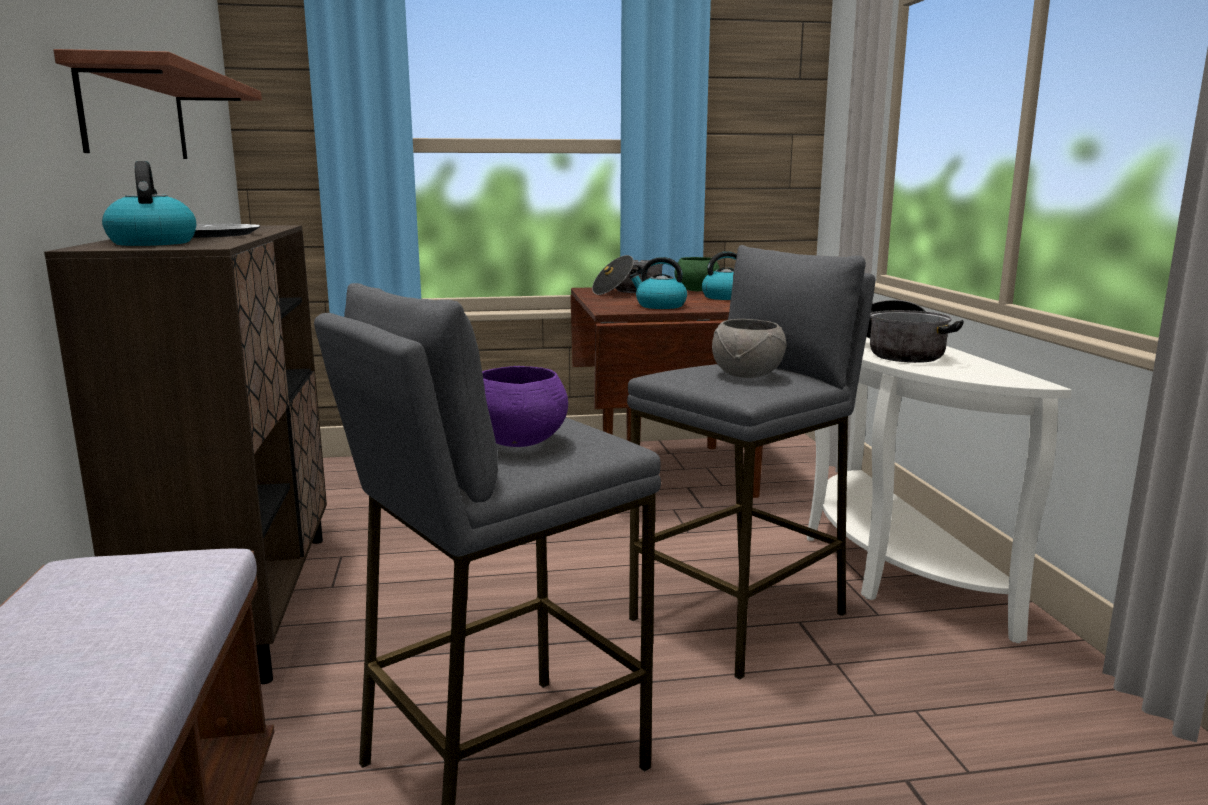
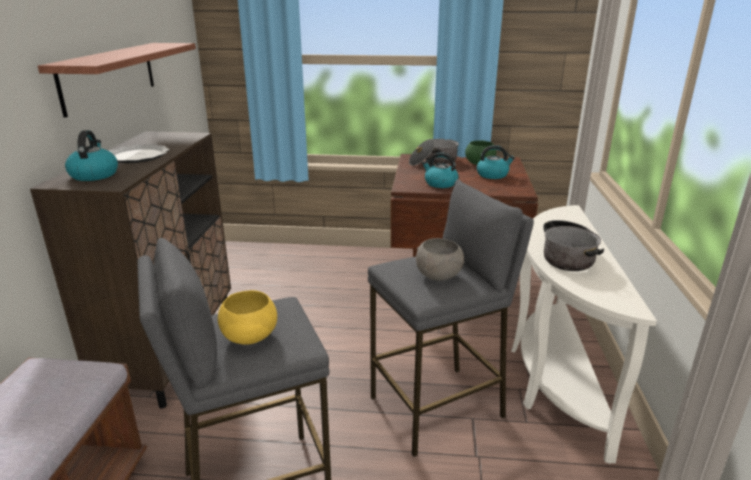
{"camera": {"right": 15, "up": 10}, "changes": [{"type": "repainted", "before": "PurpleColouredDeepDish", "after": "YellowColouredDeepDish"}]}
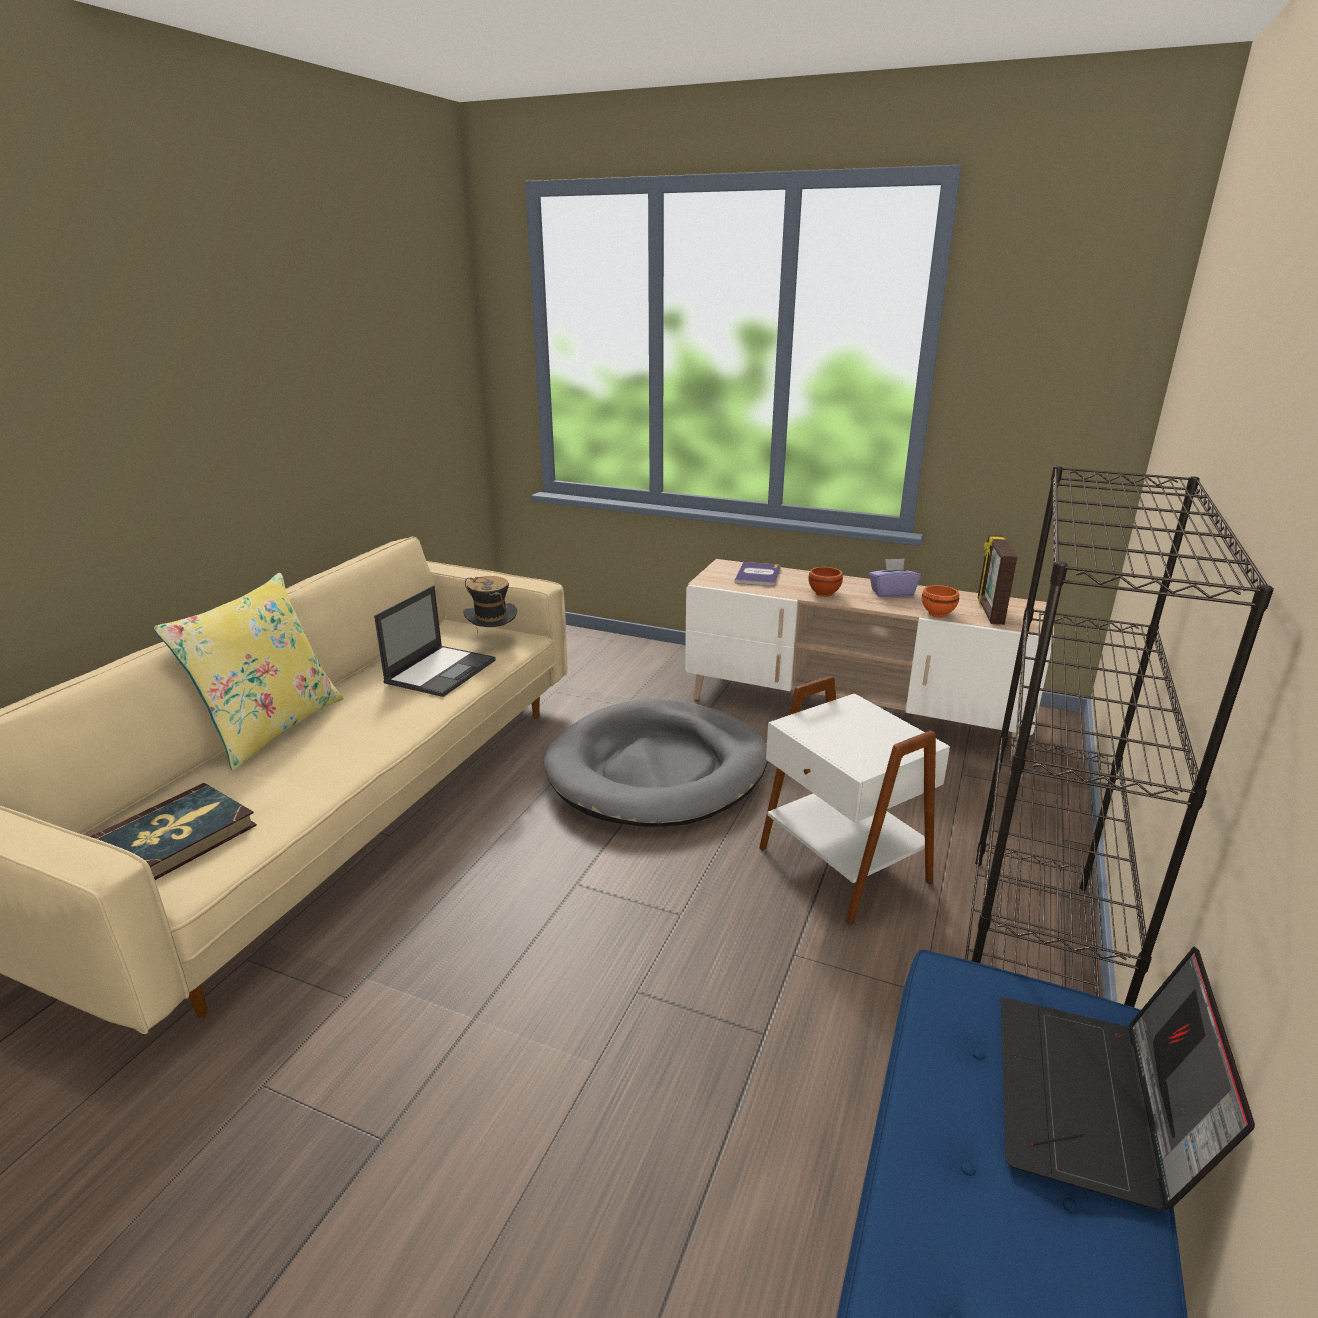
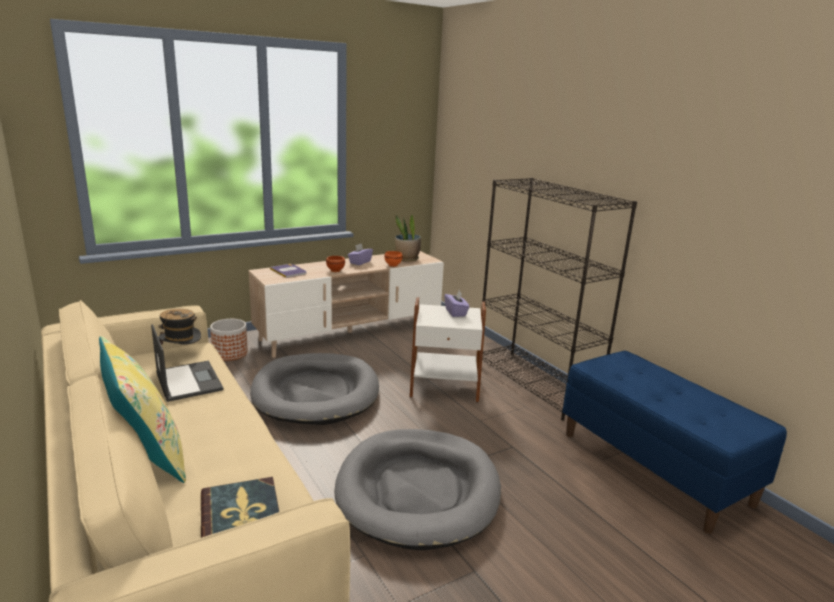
{"camera": {"right": -55, "up": -5}, "changes": [{"type": "gone", "before": "Laptop (no. 2 from left)"}, {"type": "new", "after": "PlantPot"}, {"type": "new", "after": "GreyDogCushion (no. 2 from left)"}, {"type": "new", "after": "PurpleColouredBoxOfTissues (no. 2 from left)"}, {"type": "swapped", "before": "PictureFrame", "after": "PlantInAPot"}]}
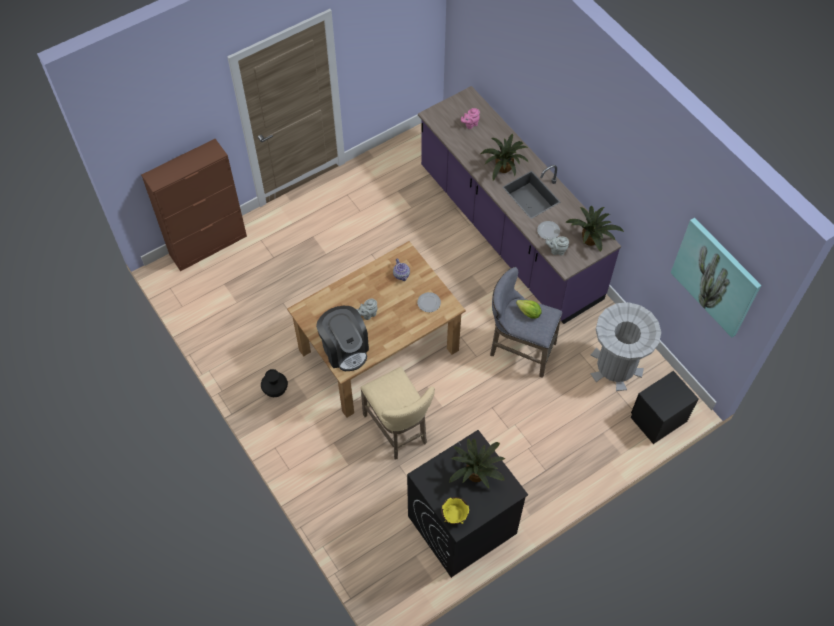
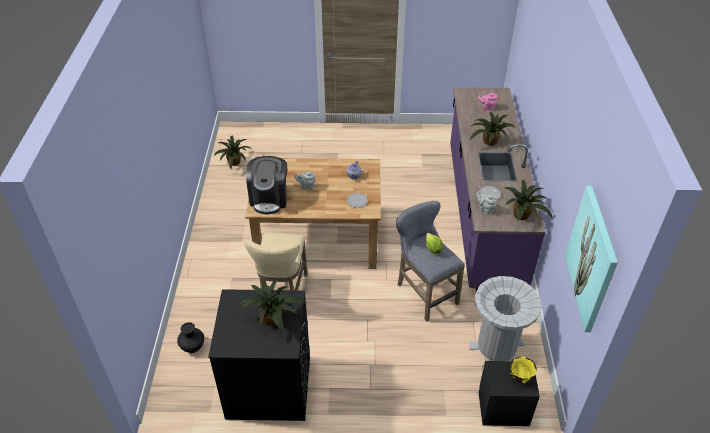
{"camera": {"right": 35, "up": -15}, "changes": [{"type": "gone", "before": "BrownColouredCupboard"}, {"type": "new", "after": "PlantInAPot (no. 1 from left)"}, {"type": "shifted", "before": "BlackishDecorativeVase"}, {"type": "shifted", "before": "YellowColouredDeepDish"}]}
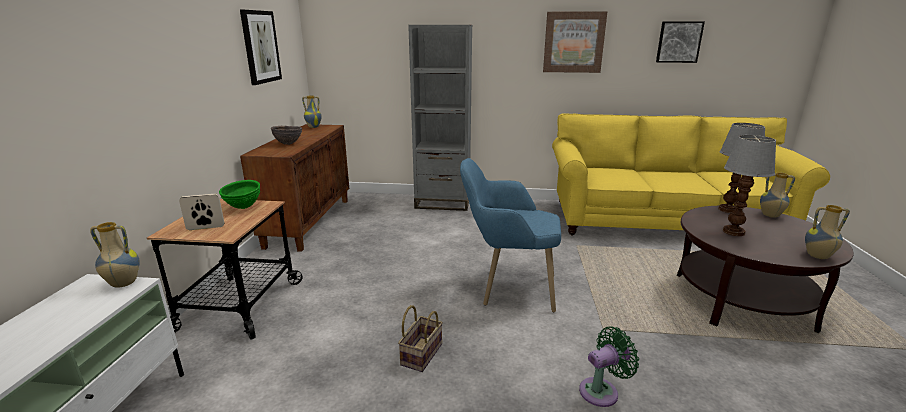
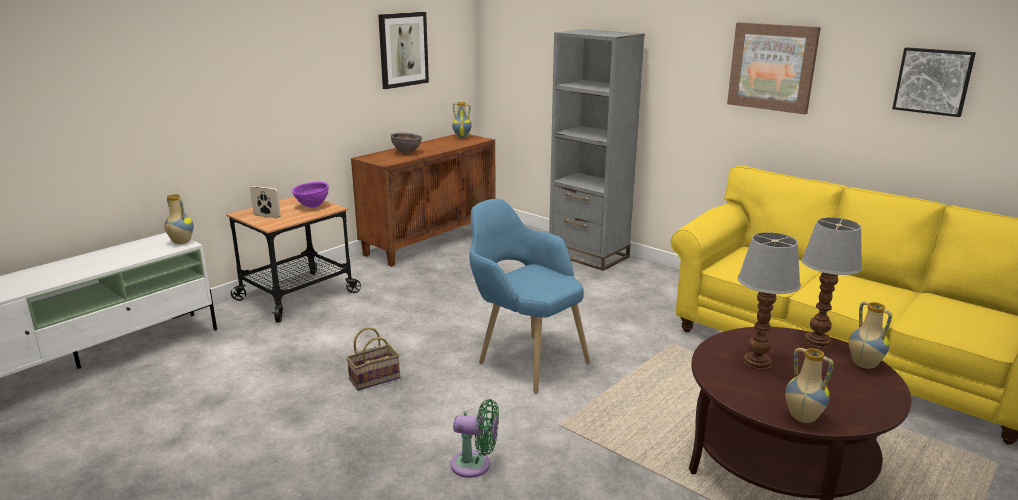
{"camera": {"right": 35, "up": 0}, "changes": [{"type": "repainted", "before": "GreenDeepDish", "after": "PurpleColouredDeepDish"}]}
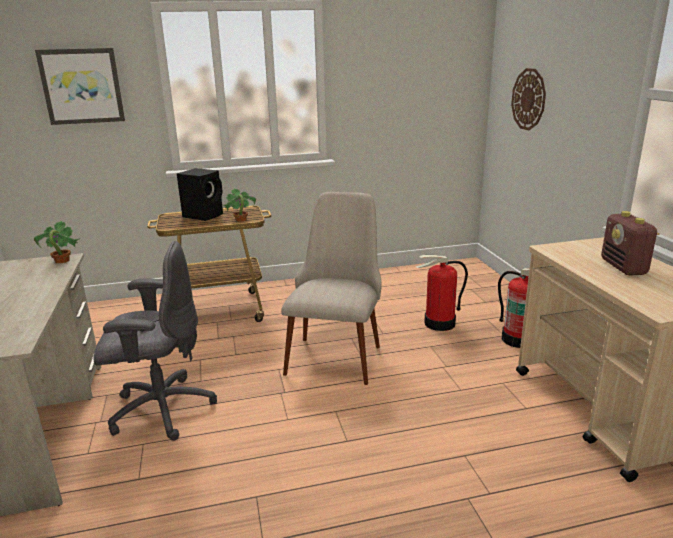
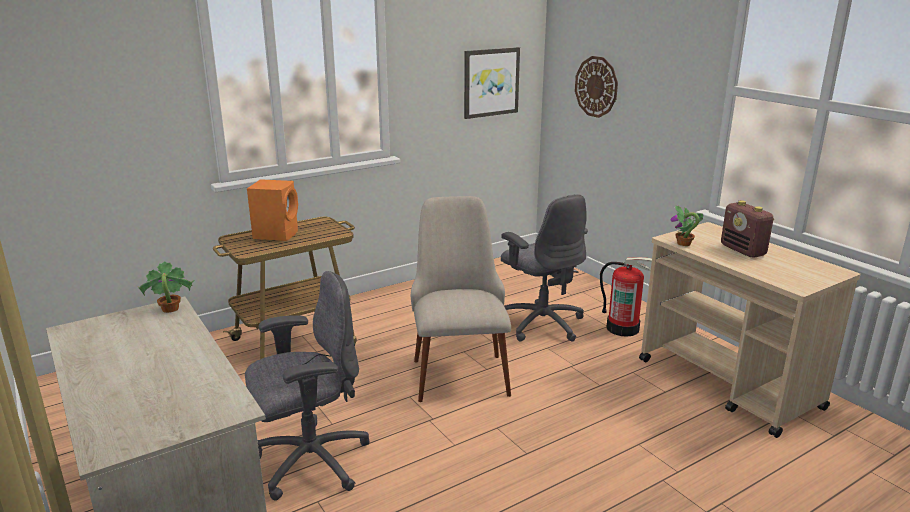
{"camera": {"right": -20, "up": 0}, "changes": [{"type": "shifted", "before": "WallArt"}, {"type": "shifted", "before": "PlantInAPot (no. 2 from left)"}, {"type": "swapped", "before": "FireFightingCylinder (no. 1 from left)", "after": "GreyOfficeChair (no. 2 from left)"}, {"type": "repainted", "before": "BlackishAudioSpeaker", "after": "OrangeColouredAudioSpeaker"}]}
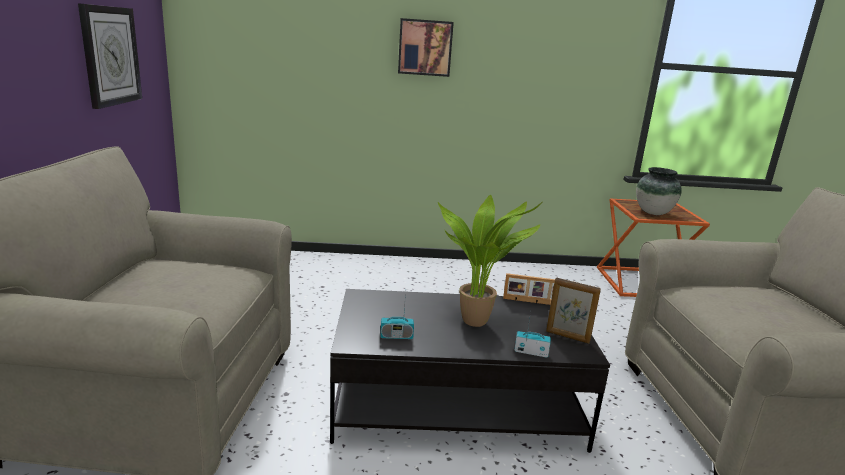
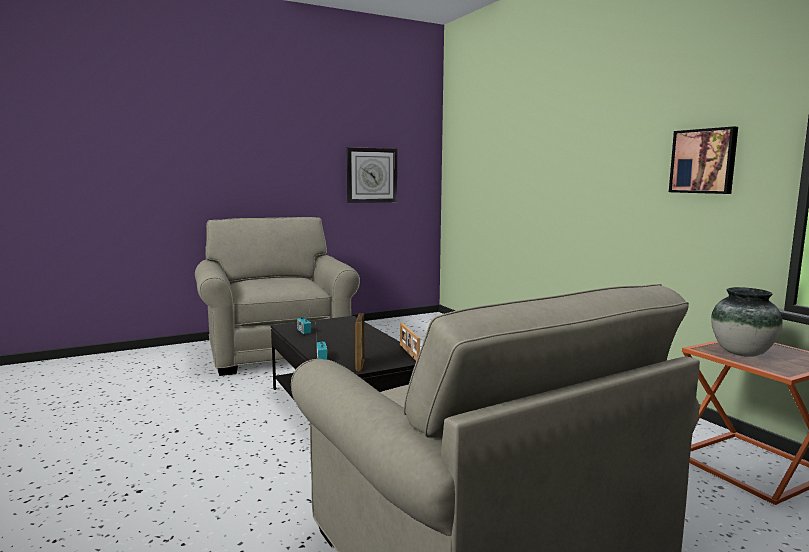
{"camera": {"right": 65, "up": -10}, "changes": [{"type": "gone", "before": "PlantInAPot"}, {"type": "shifted", "before": "WallArt"}]}
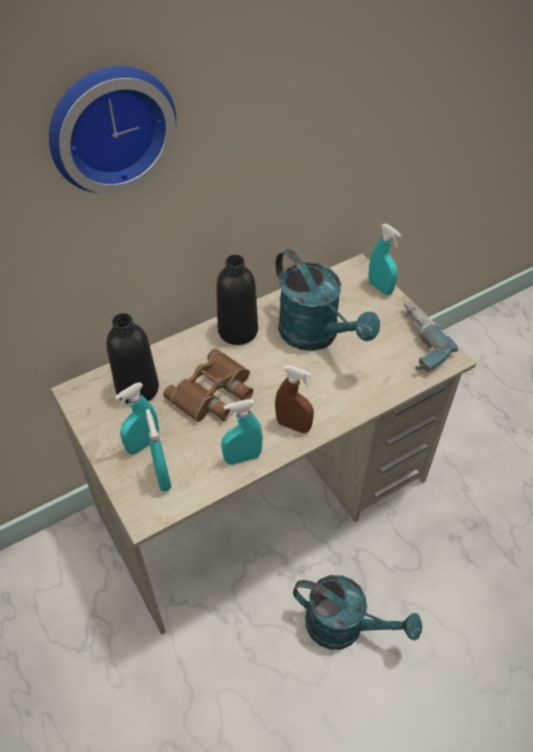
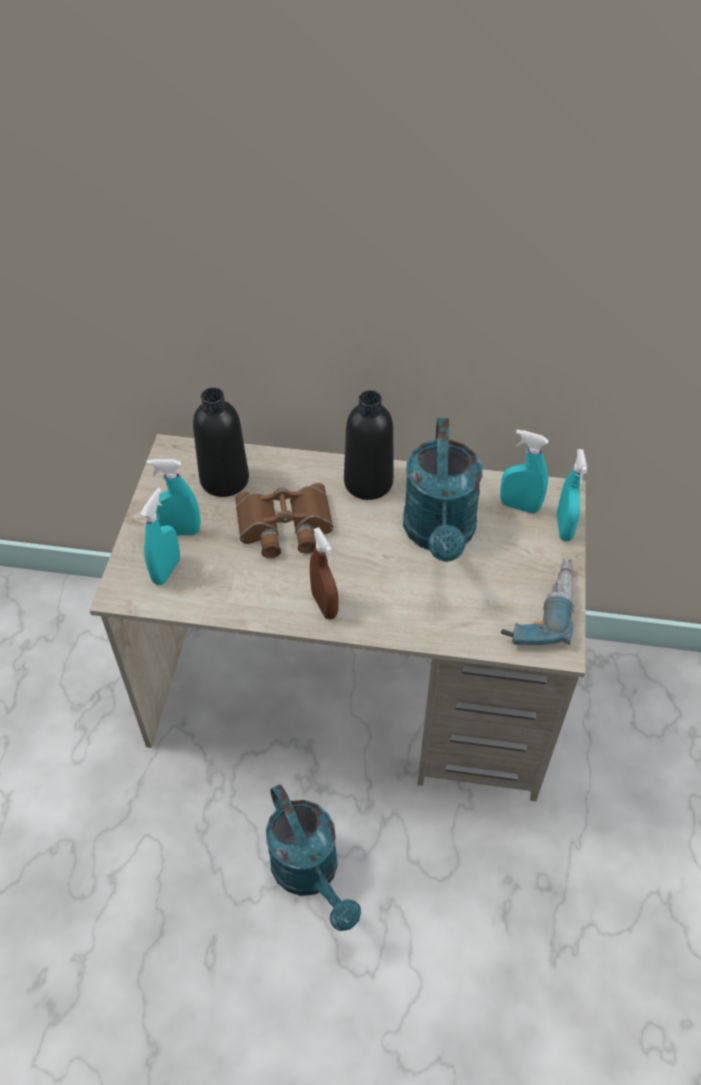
{"camera": {"right": 40, "up": 0}, "changes": [{"type": "gone", "before": "HangingClock"}, {"type": "shifted", "before": "TurquoiseColouredSprayBottle (no. 3 from left)"}]}
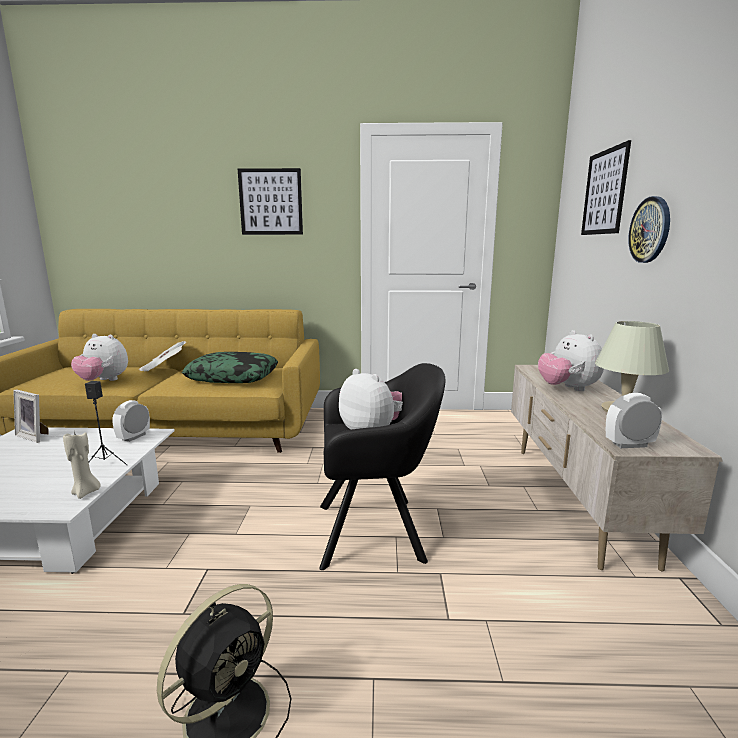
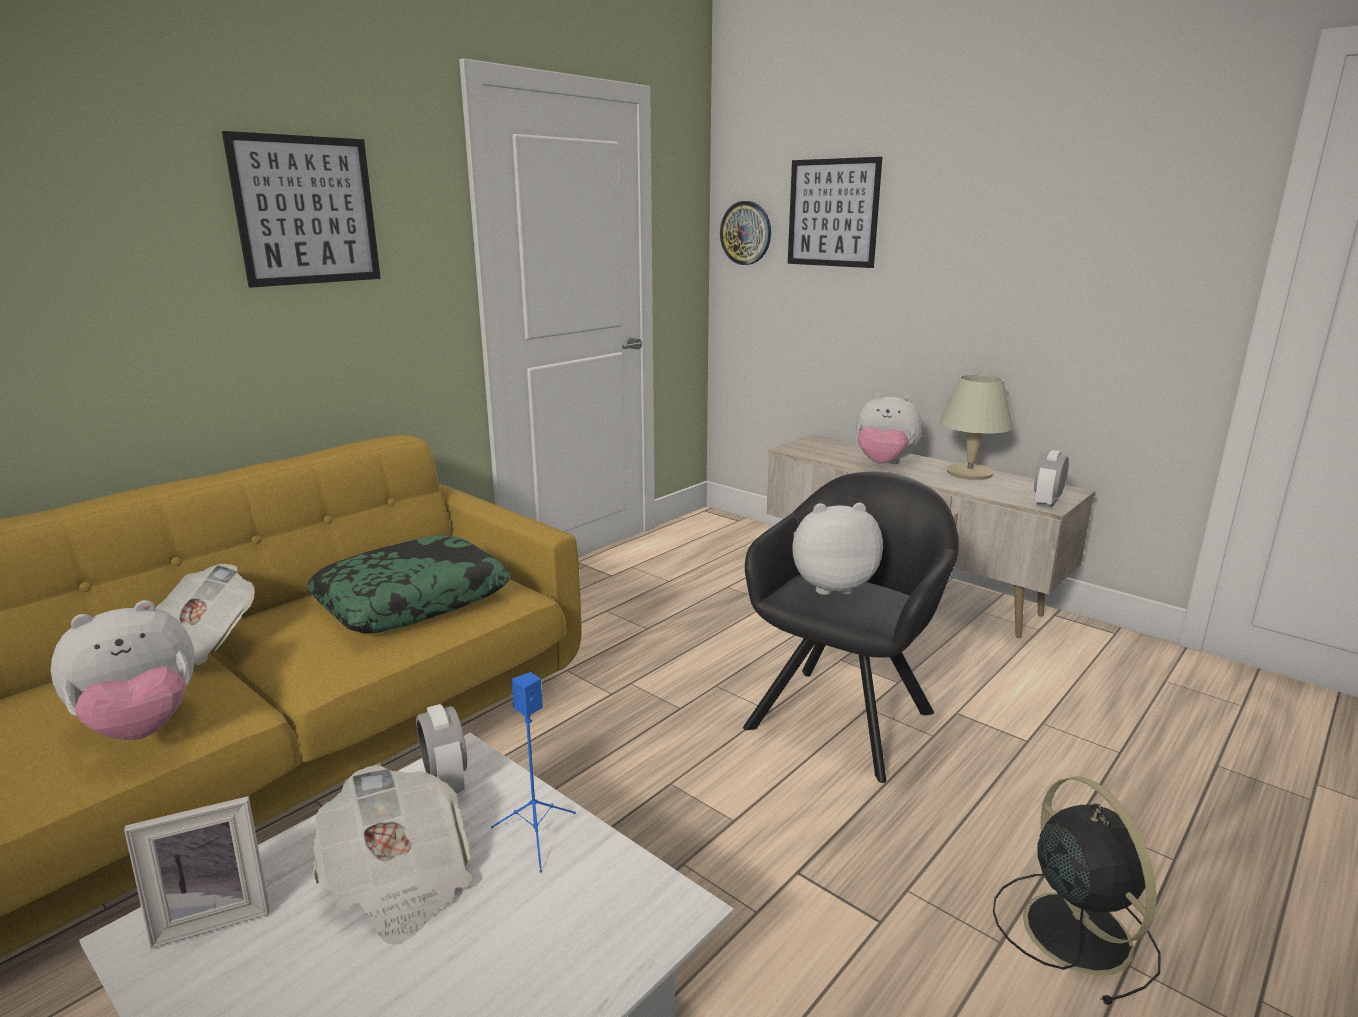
{"camera": {"right": -50, "up": 5}, "changes": [{"type": "gone", "before": "BeigeColouredWaxCandle"}, {"type": "new", "after": "PrintedPaper (no. 2 from left)"}, {"type": "shifted", "before": "HangingClock"}, {"type": "repainted", "before": "BlackishAudioSpeaker", "after": "BluishAudioSpeaker"}]}
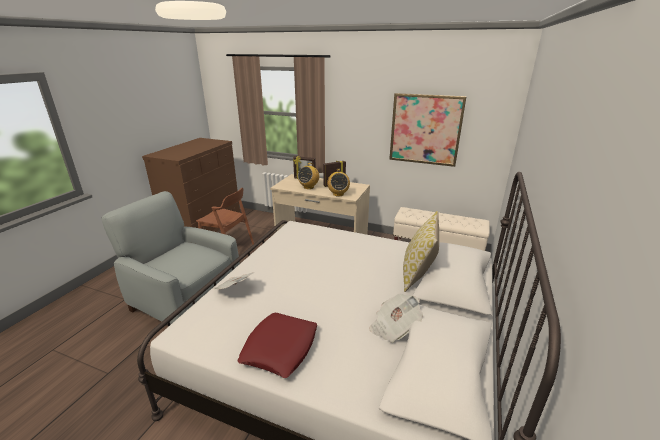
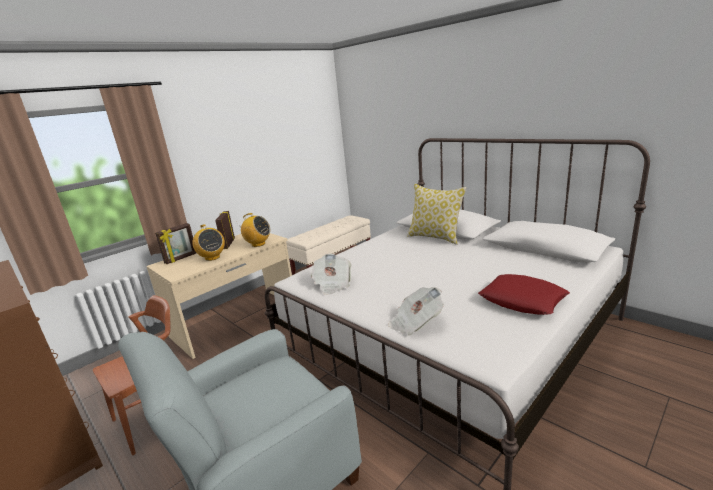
{"camera": {"right": -65, "up": -5}, "changes": [{"type": "gone", "before": "WallArt"}, {"type": "shifted", "before": "PrintedPaper (no. 2 from left in the first image)", "after": "PrintedPaper (no. 1 from left)"}]}
